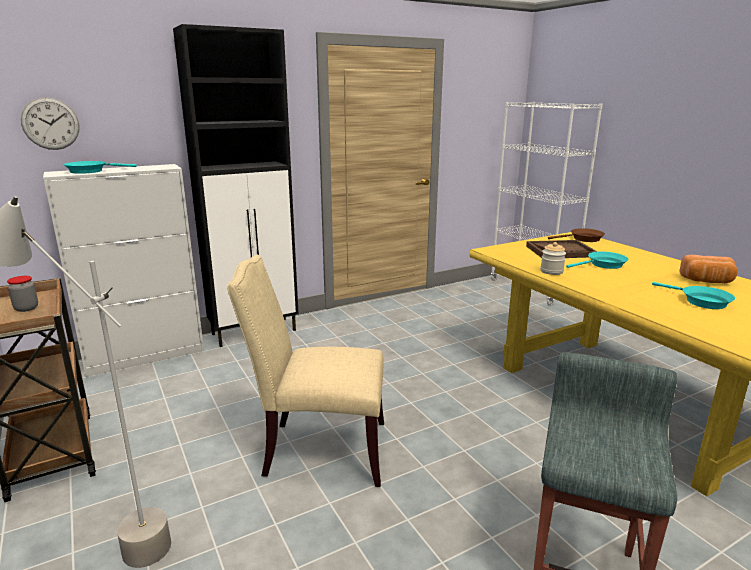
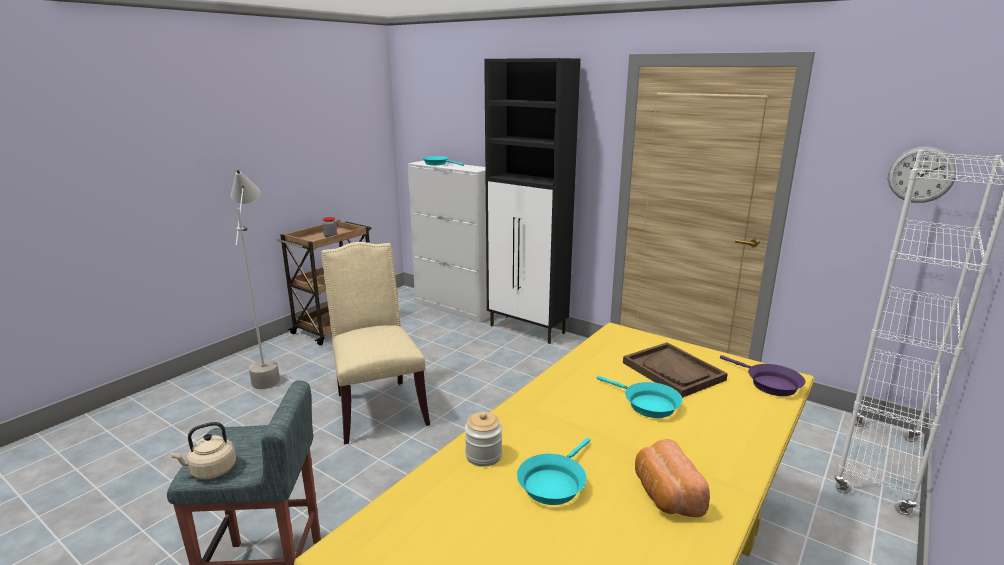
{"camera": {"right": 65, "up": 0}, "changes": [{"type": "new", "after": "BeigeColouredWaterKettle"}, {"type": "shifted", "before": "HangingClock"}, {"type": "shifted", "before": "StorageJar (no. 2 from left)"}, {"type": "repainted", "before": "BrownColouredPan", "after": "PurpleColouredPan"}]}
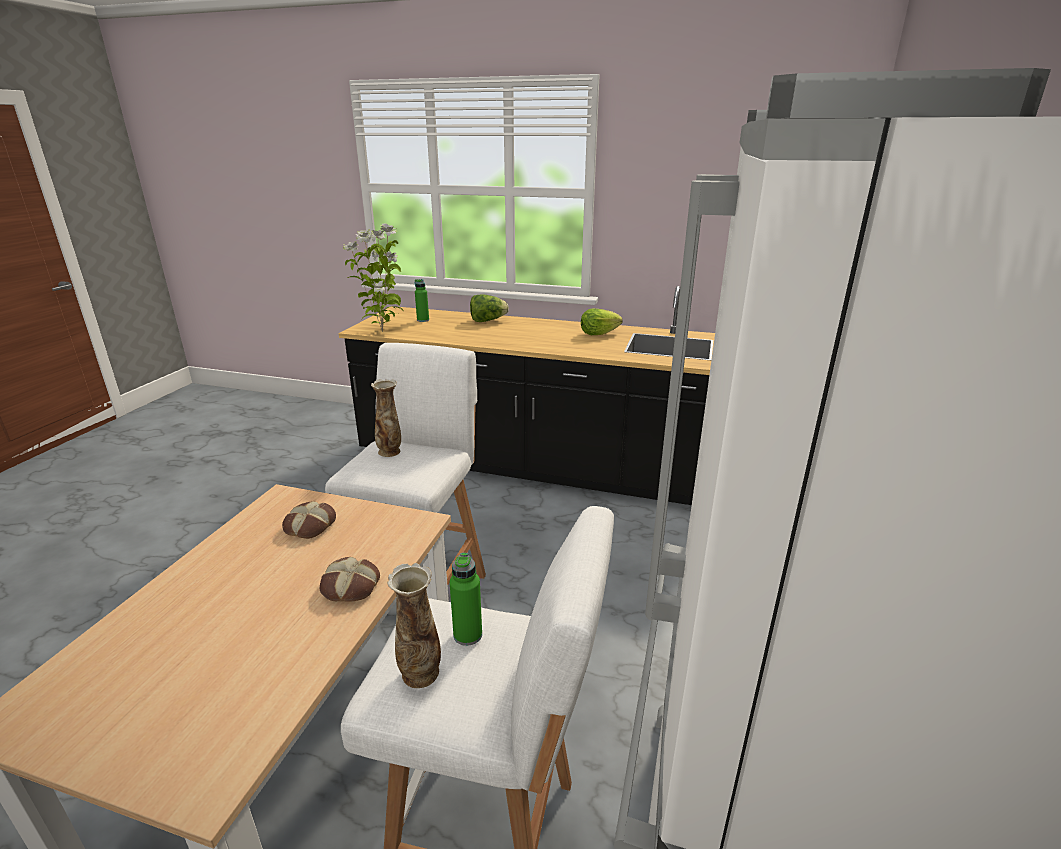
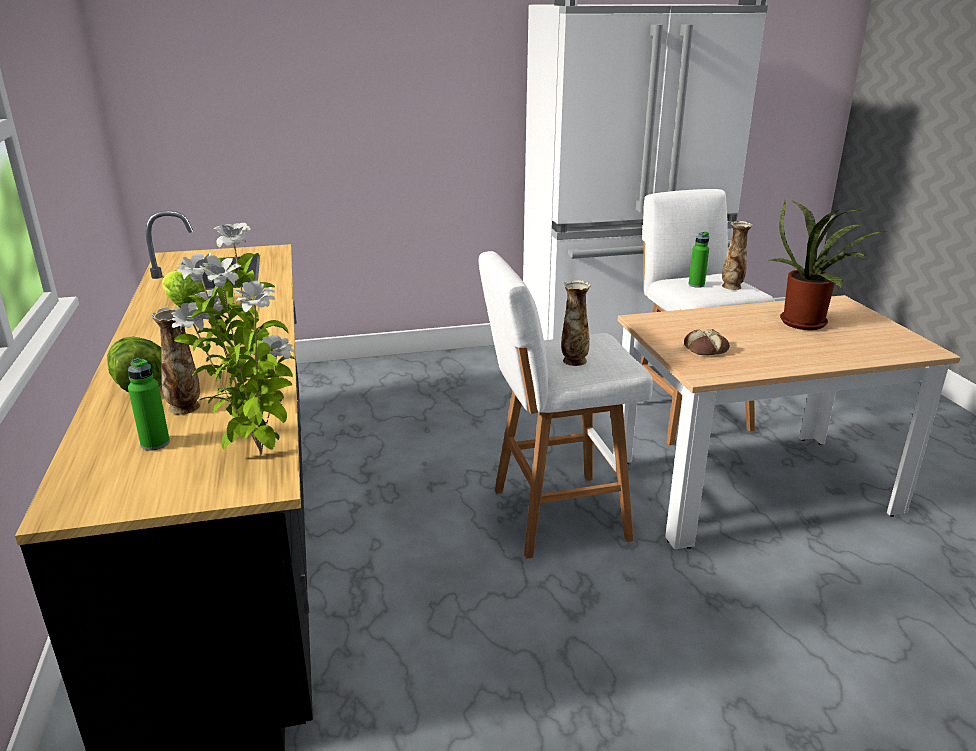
{"camera": {"right": -120, "up": 0}, "changes": [{"type": "gone", "before": "BakedBread (no. 2 from left)"}, {"type": "new", "after": "DecorativeVase (no. 1 from left)"}, {"type": "new", "after": "PlantInAPot (no. 2 from left)"}]}
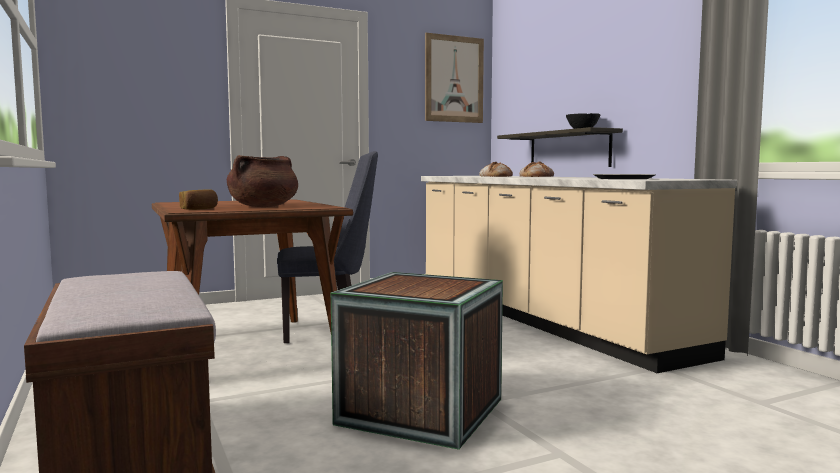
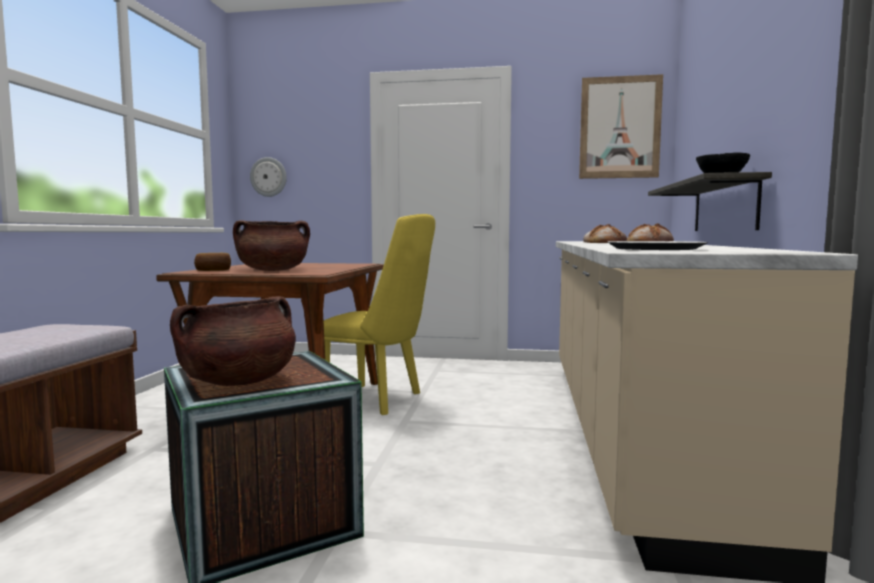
{"camera": {"right": 35, "up": 0}, "changes": [{"type": "new", "after": "BrownColouredStockpot (no. 1 from left)"}, {"type": "new", "after": "HangingClock"}, {"type": "repainted", "before": "BluishChair", "after": "YellowColouredChair"}]}
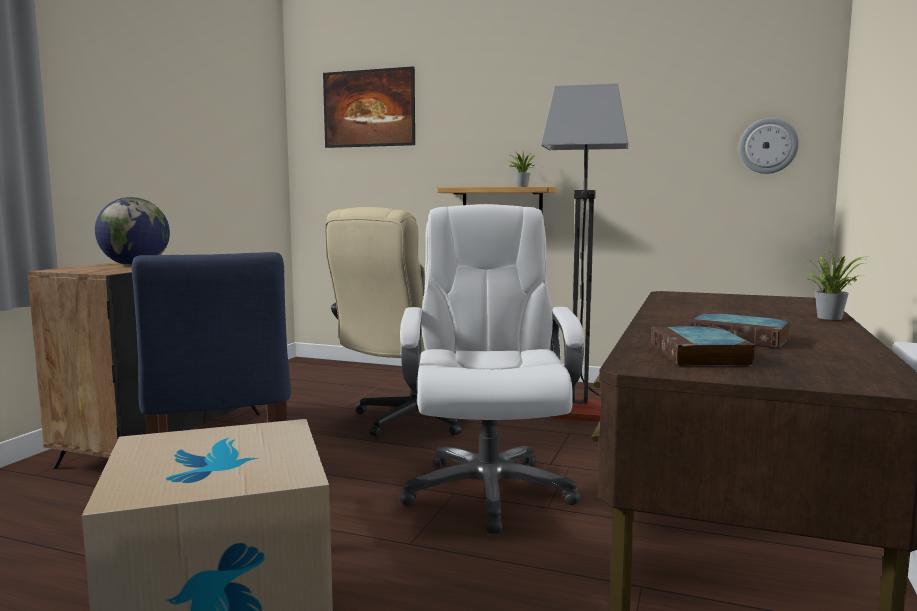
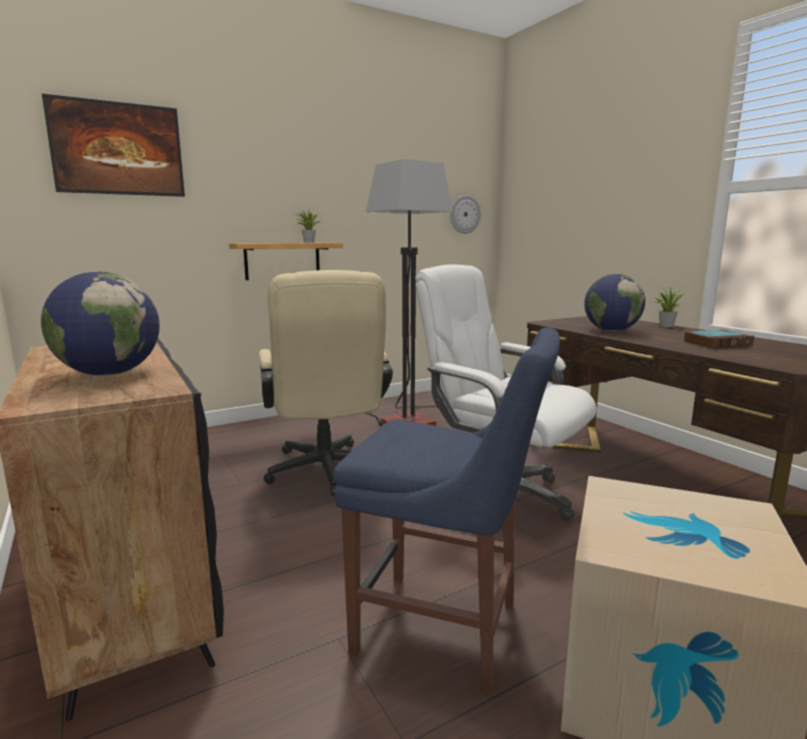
{"camera": {"right": -50, "up": 5}, "changes": [{"type": "gone", "before": "Book (no. 1 from left)"}, {"type": "new", "after": "Globe (no. 2 from left)"}]}
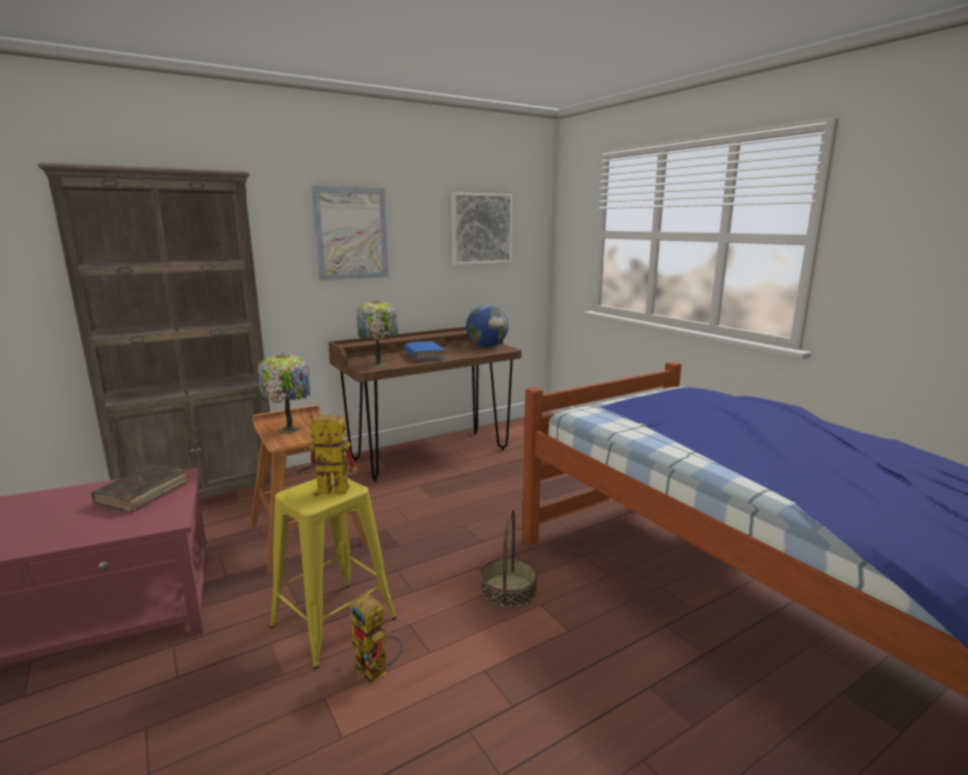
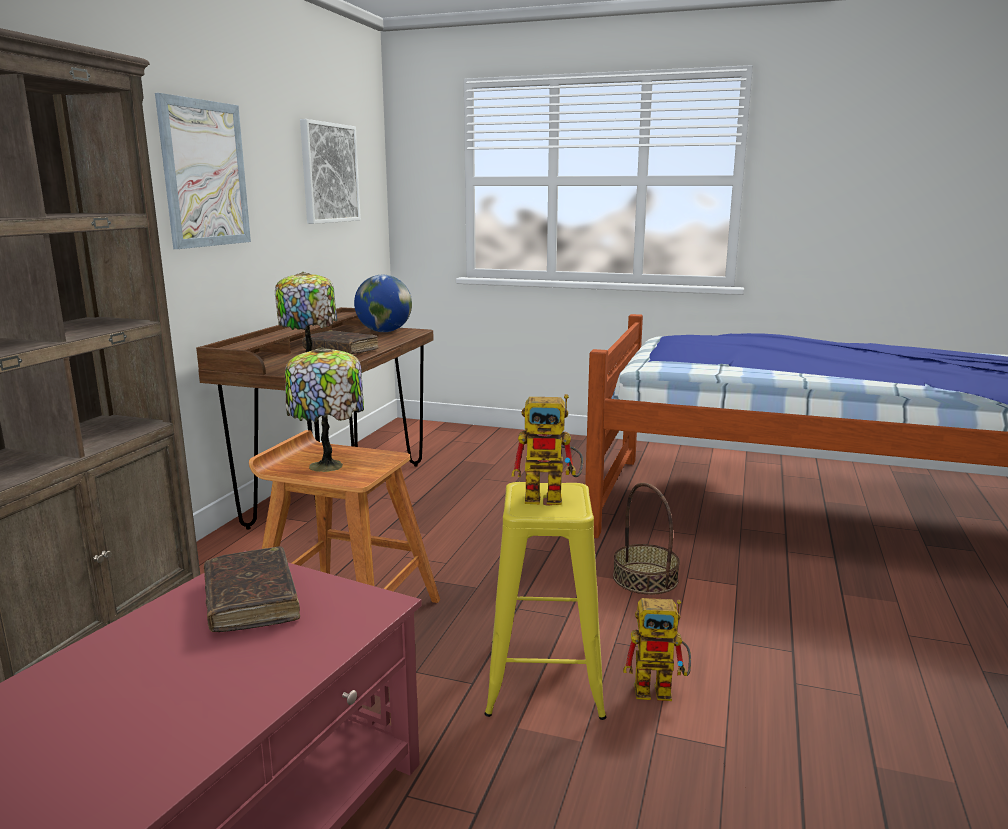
{"camera": {"right": -40, "up": 0}, "changes": [{"type": "repainted", "before": "BluishBook", "after": "BrownColouredBook (no. 2 from left)"}, {"type": "rotated", "before": "RobotFigure (no. 1 from left)", "turn": -135}]}
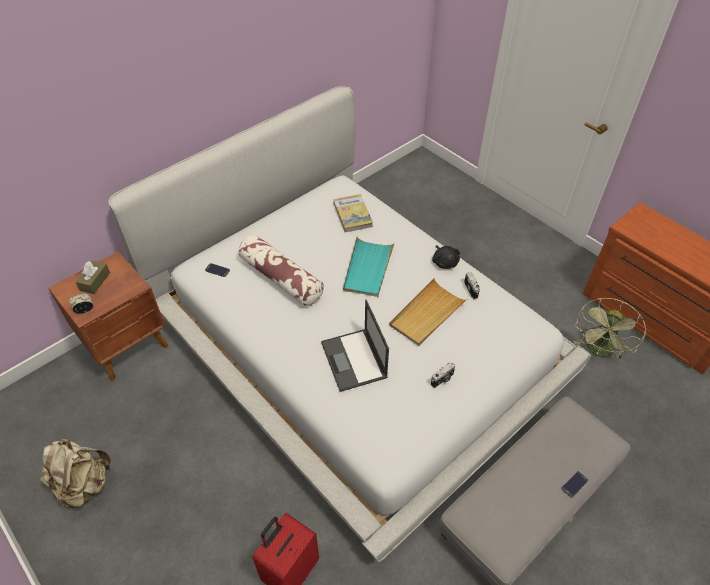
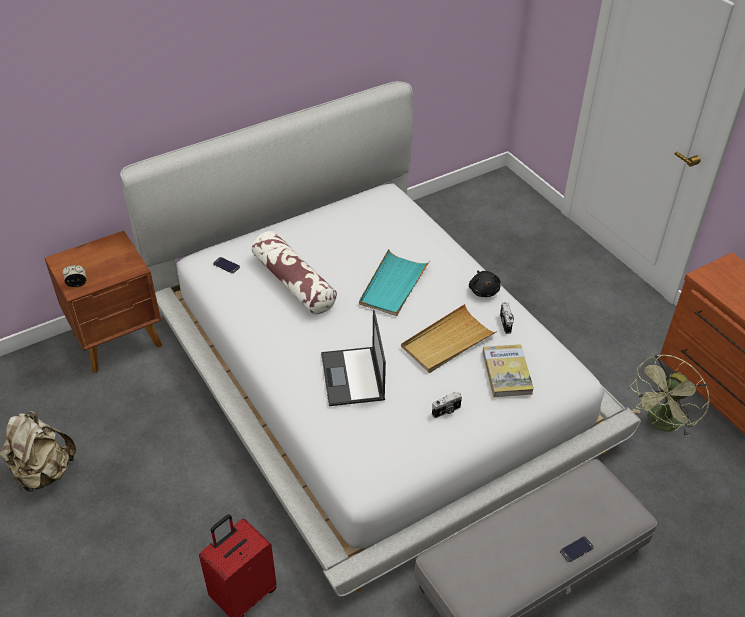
{"camera": {"right": 10, "up": -5}, "changes": [{"type": "gone", "before": "BrownColouredBoxOfTissues"}, {"type": "shifted", "before": "Book"}]}
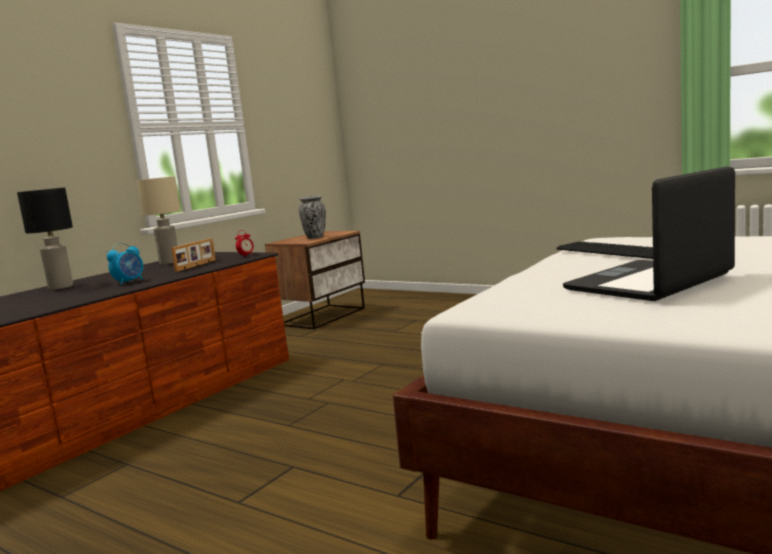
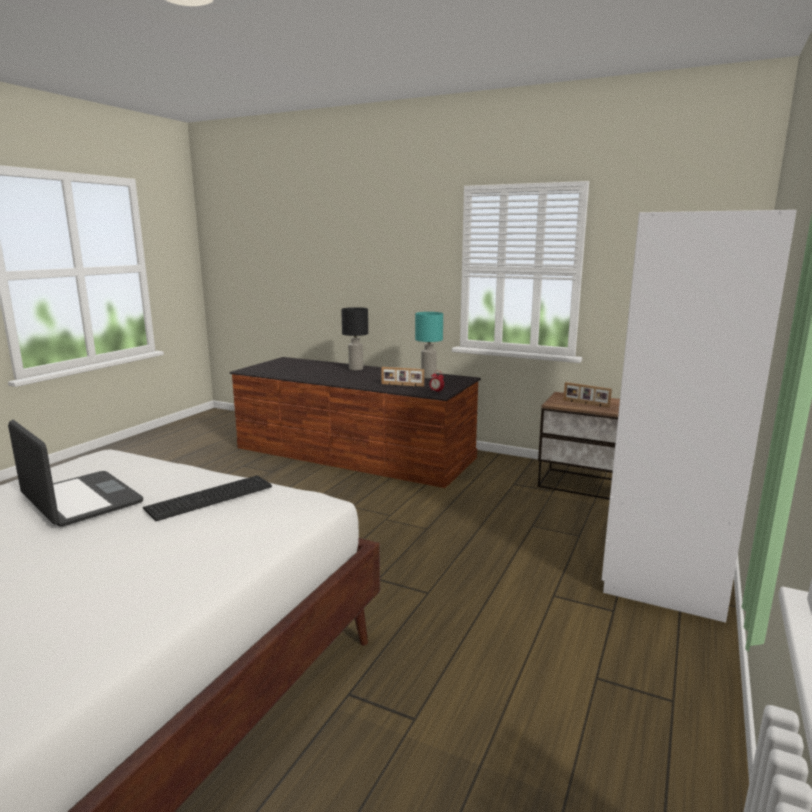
{"camera": {"right": 80, "up": 5}, "changes": [{"type": "gone", "before": "TableClock (no. 1 from left)"}, {"type": "new", "after": "WhiteClothesCupboard"}, {"type": "swapped", "before": "DecorativeVase", "after": "PictureFrame (no. 2 from left)"}, {"type": "repainted", "before": "BeigeColouredTabletopLamp", "after": "TurquoiseColouredTabletopLamp"}]}
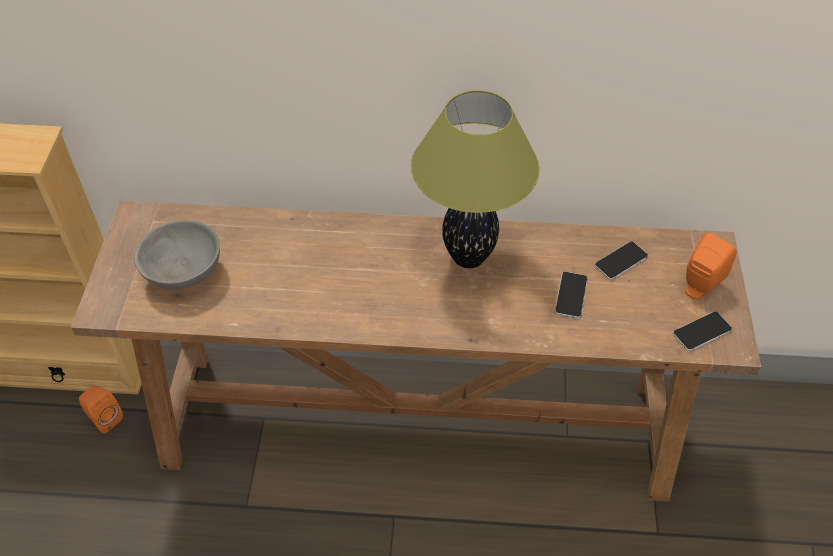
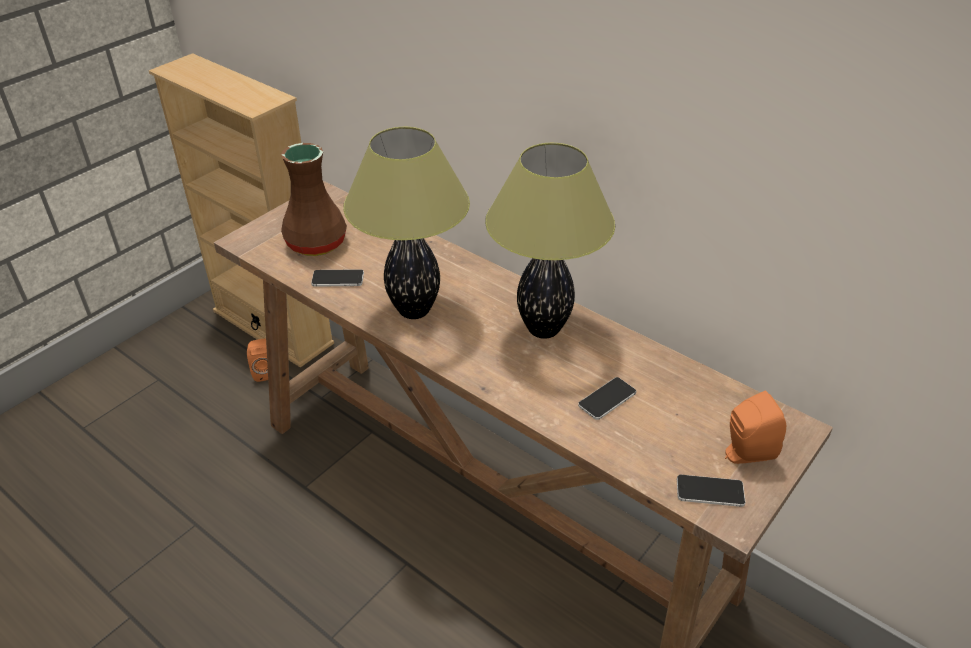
{"camera": {"right": 35, "up": -10}, "changes": [{"type": "new", "after": "TabletopLamp (no. 1 from left)"}, {"type": "shifted", "before": "Handset (no. 2 from left in the first image)", "after": "Handset (no. 1 from left)"}, {"type": "swapped", "before": "GreyDeepDish", "after": "BrownColouredDecorativeVase"}]}
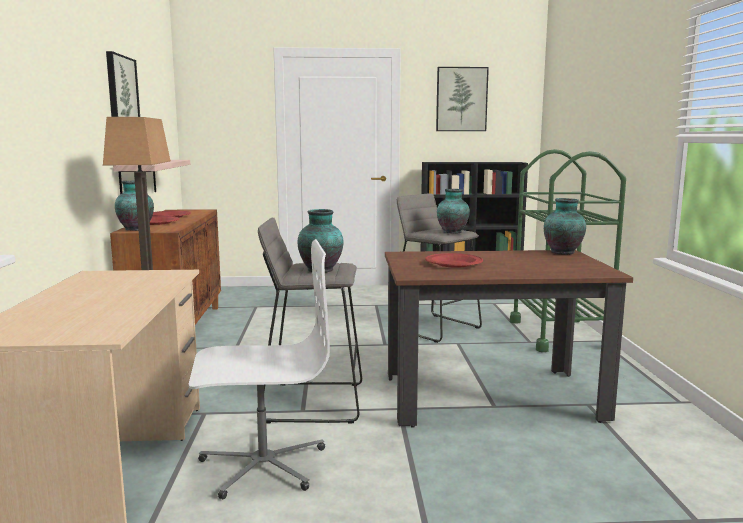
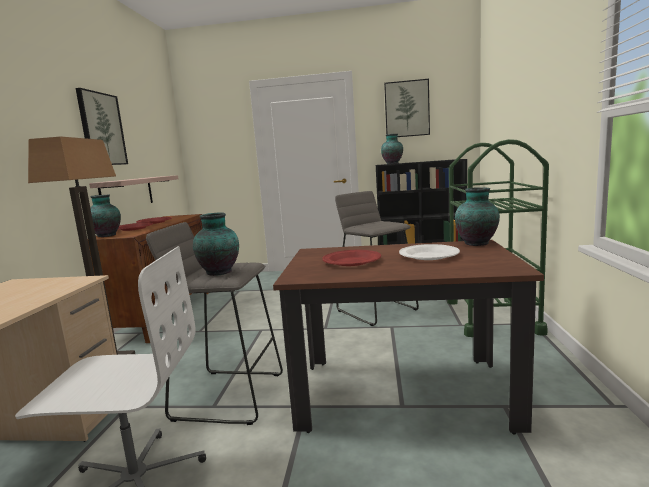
{"camera": {"right": 10, "up": 0}, "changes": [{"type": "new", "after": "WhiteDinnerPlate"}, {"type": "shifted", "before": "DecorativeVase (no. 3 from left)"}]}
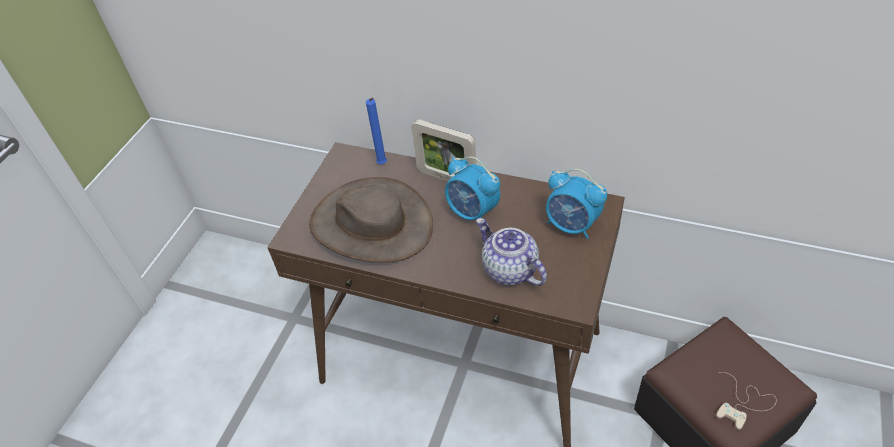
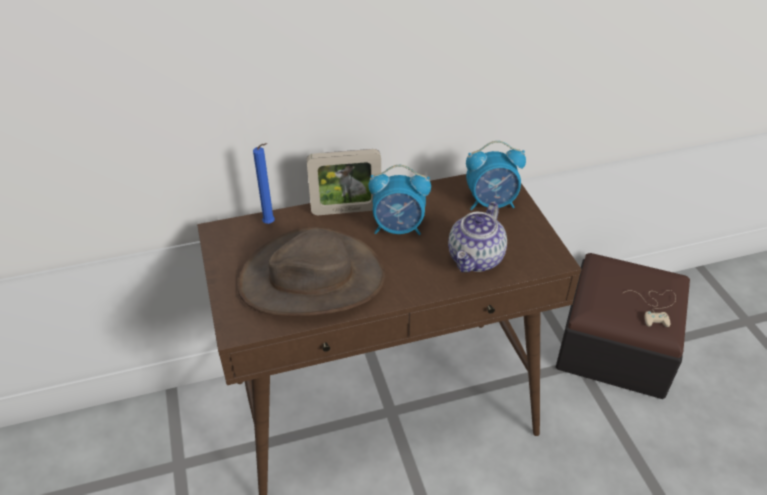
{"camera": {"right": -40, "up": -5}, "changes": [{"type": "rotated", "before": "PotForTea", "turn": -75}]}
